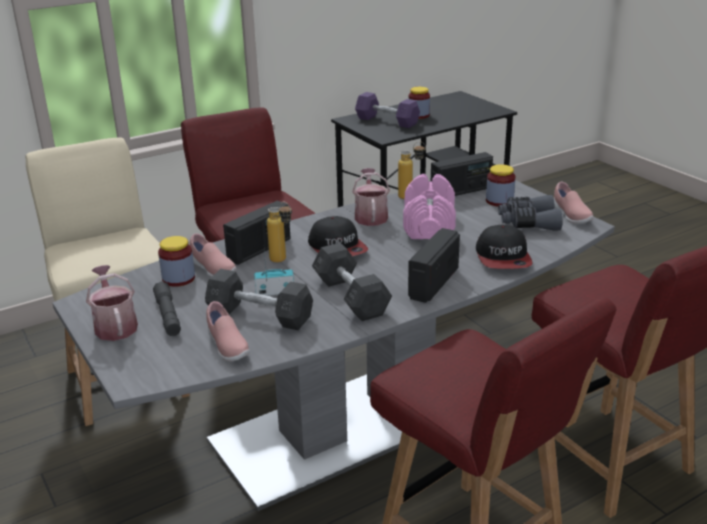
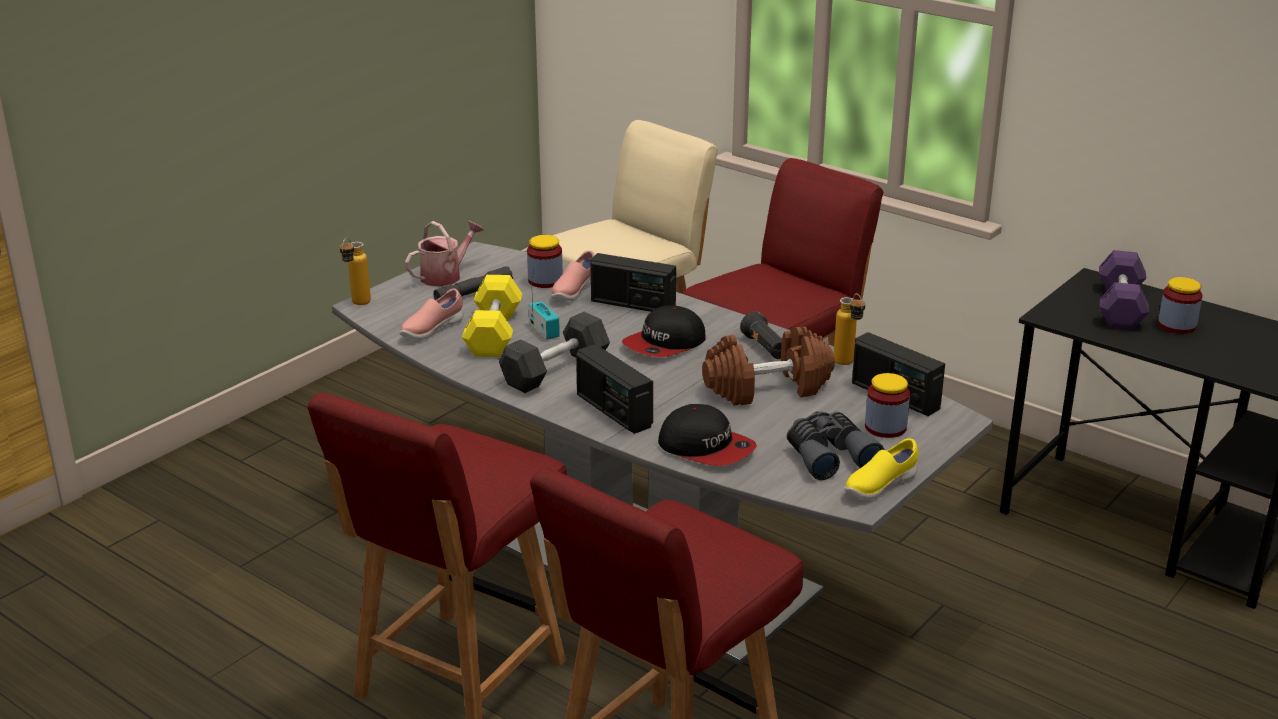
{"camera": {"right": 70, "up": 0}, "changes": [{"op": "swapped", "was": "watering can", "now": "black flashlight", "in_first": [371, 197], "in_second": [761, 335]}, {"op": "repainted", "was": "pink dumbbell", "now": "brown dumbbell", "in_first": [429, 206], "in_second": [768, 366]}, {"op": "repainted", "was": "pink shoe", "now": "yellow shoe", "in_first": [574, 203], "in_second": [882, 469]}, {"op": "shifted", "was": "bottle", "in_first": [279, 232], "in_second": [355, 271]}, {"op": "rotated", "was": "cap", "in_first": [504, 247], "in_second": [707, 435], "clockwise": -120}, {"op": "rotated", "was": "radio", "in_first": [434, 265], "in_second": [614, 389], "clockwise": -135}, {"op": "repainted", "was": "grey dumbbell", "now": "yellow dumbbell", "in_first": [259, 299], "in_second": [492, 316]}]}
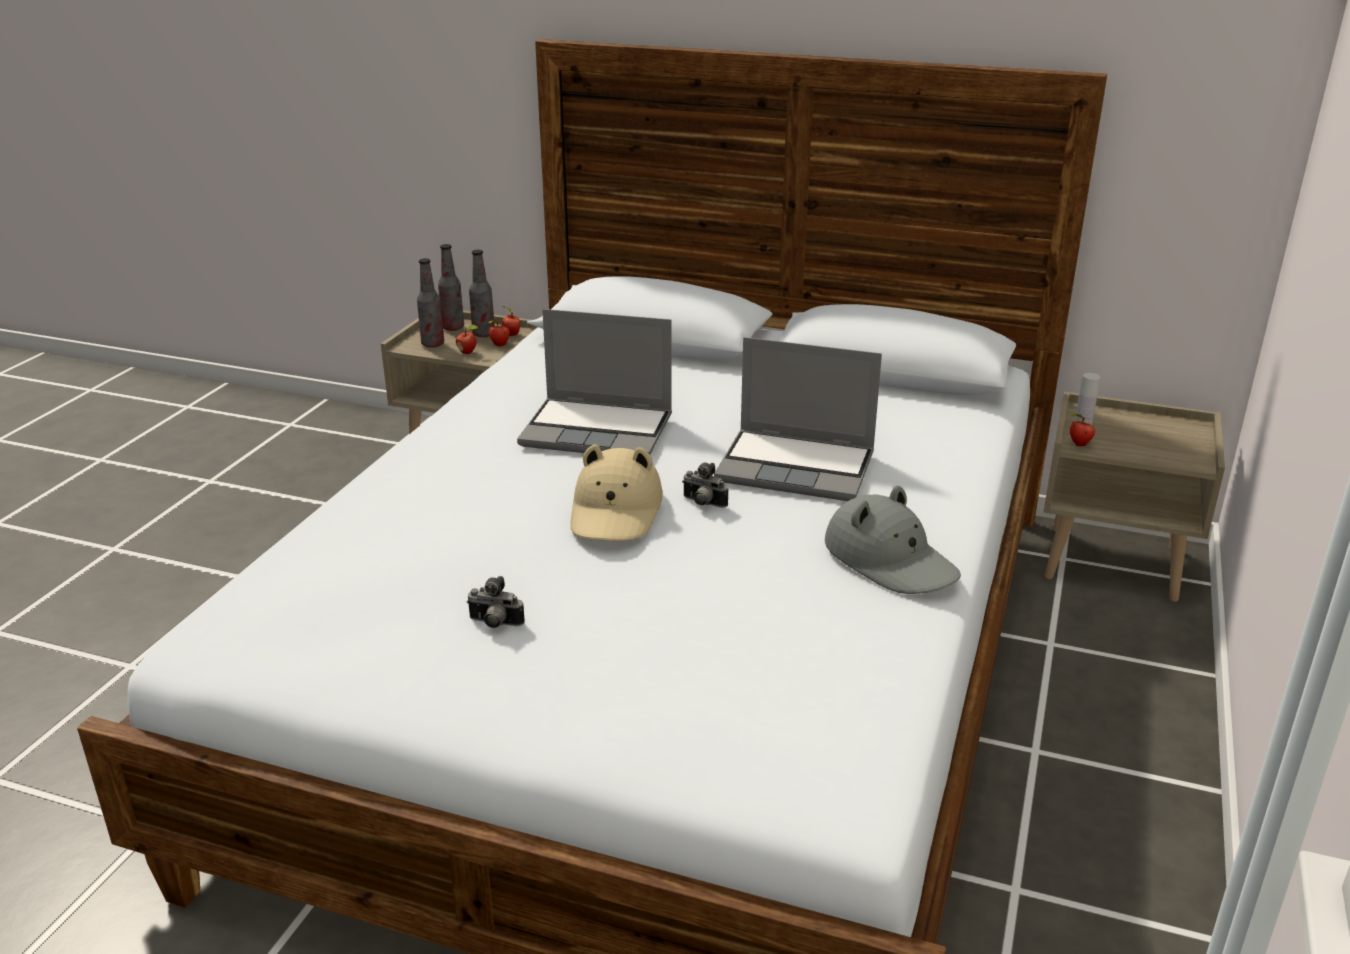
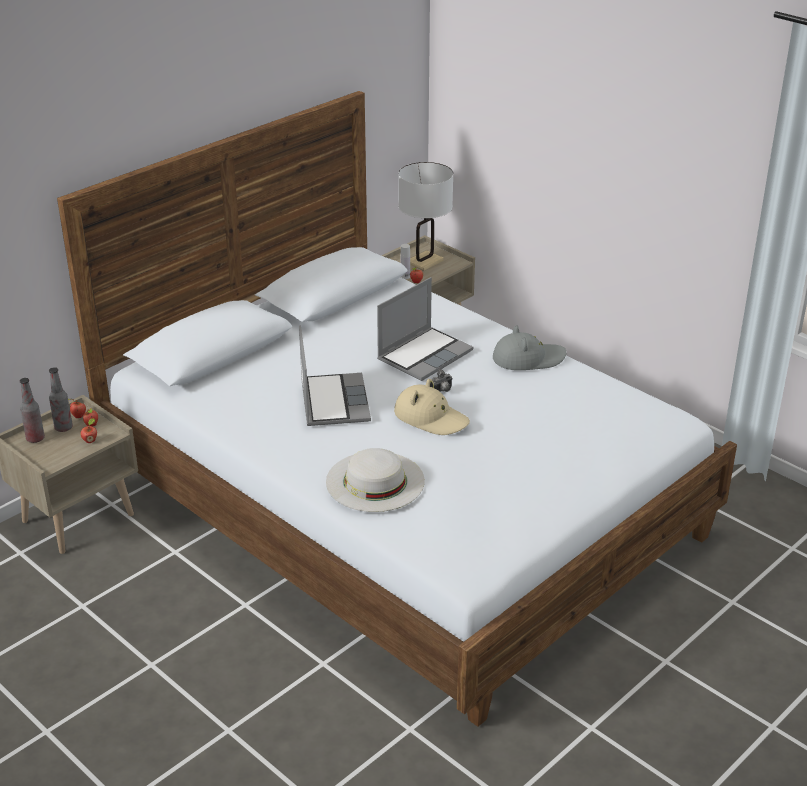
{"camera": {"right": -65, "up": 5}, "changes": [{"op": "gone", "was": "bottle", "in_first": [430, 303]}, {"op": "rotated", "was": "laptop", "in_first": [594, 381], "in_second": [335, 375], "clockwise": -45}, {"op": "gone", "was": "photo camera", "in_first": [496, 602]}, {"op": "new", "now": "white table lamp", "in_second": [426, 216]}, {"op": "new", "now": "white hat", "in_second": [375, 480]}]}
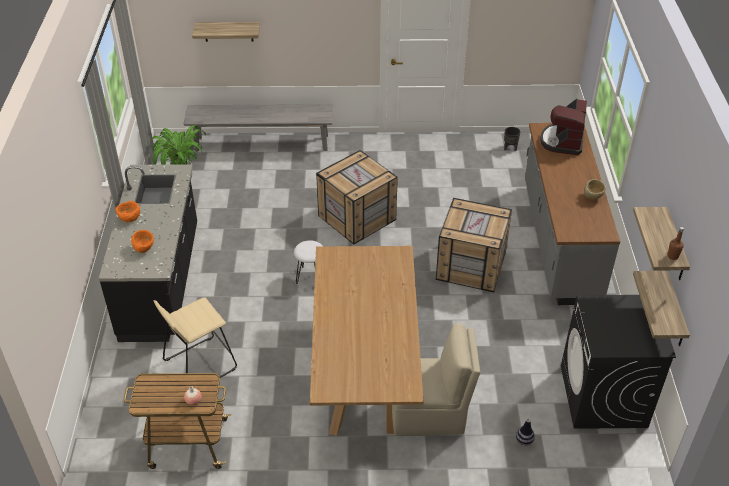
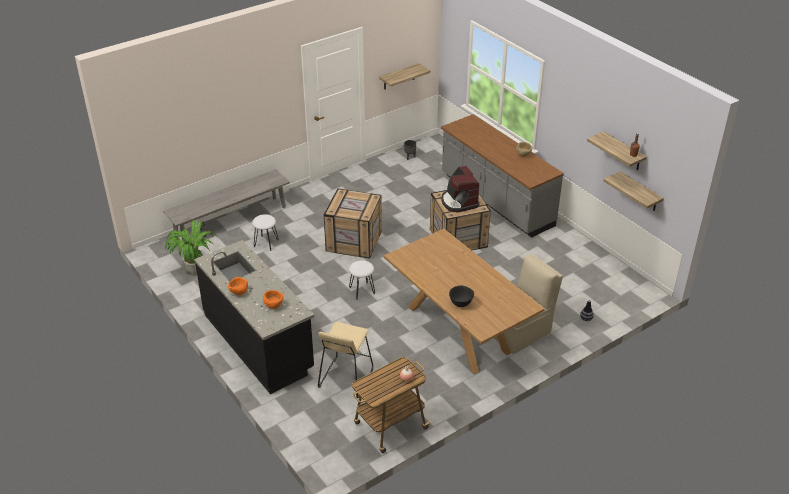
{"camera": {"right": -35, "up": -5}, "changes": [{"op": "shifted", "was": "shelf", "in_first": [226, 32], "in_second": [405, 76]}, {"op": "shifted", "was": "coffee machine", "in_first": [563, 127], "in_second": [460, 189]}, {"op": "gone", "was": "black washing machine", "in_first": [618, 362]}, {"op": "new", "now": "white stool", "in_second": [265, 232]}, {"op": "new", "now": "black bowl", "in_second": [461, 296]}]}
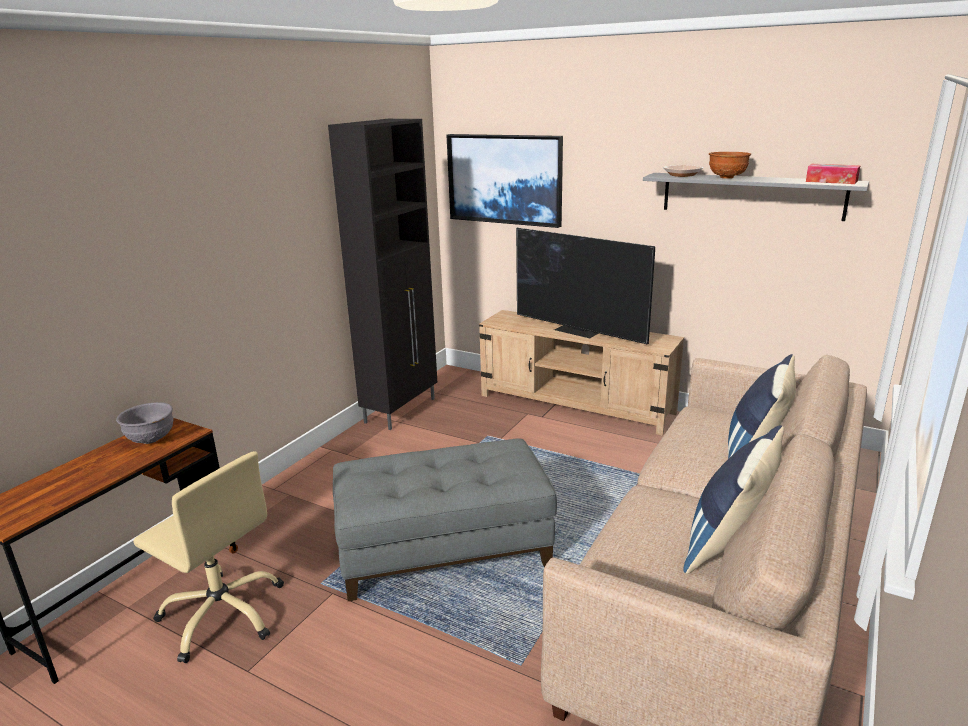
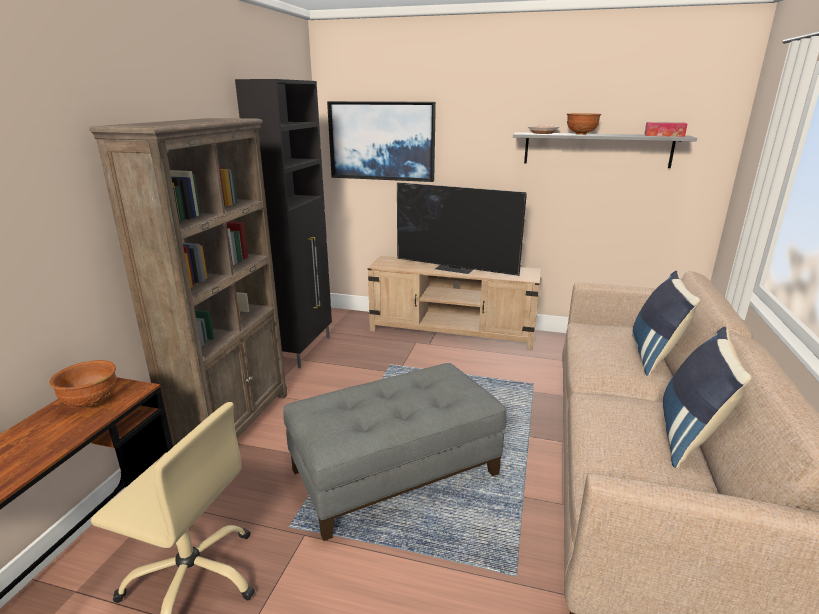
{"camera": {"right": -15, "up": 0}, "changes": [{"op": "repainted", "was": "grey bowl", "now": "brown bowl", "in_first": [144, 423], "in_second": [83, 384]}, {"op": "new", "now": "brown bookcase", "in_second": [188, 282]}]}
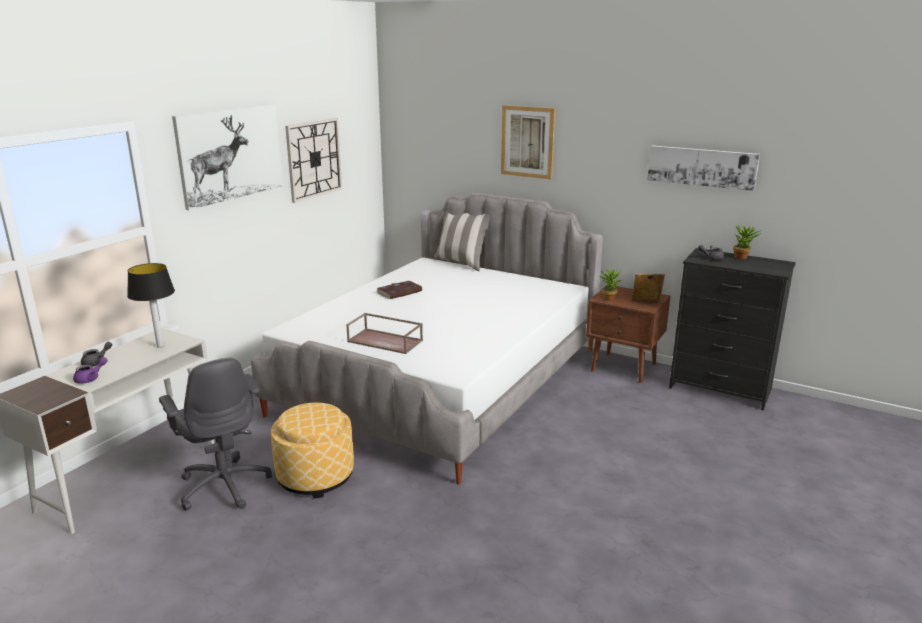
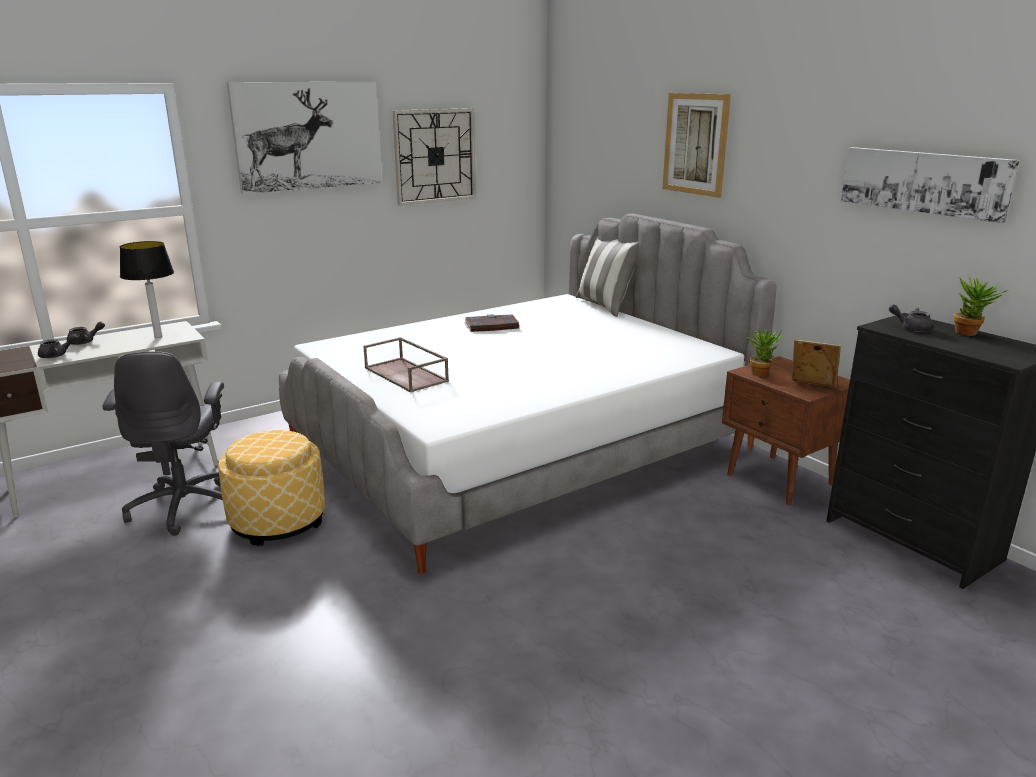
{"camera": {"right": 25, "up": 0}, "changes": [{"op": "repainted", "was": "purple teapot", "now": "grey teapot", "in_first": [90, 370], "in_second": [58, 346]}]}
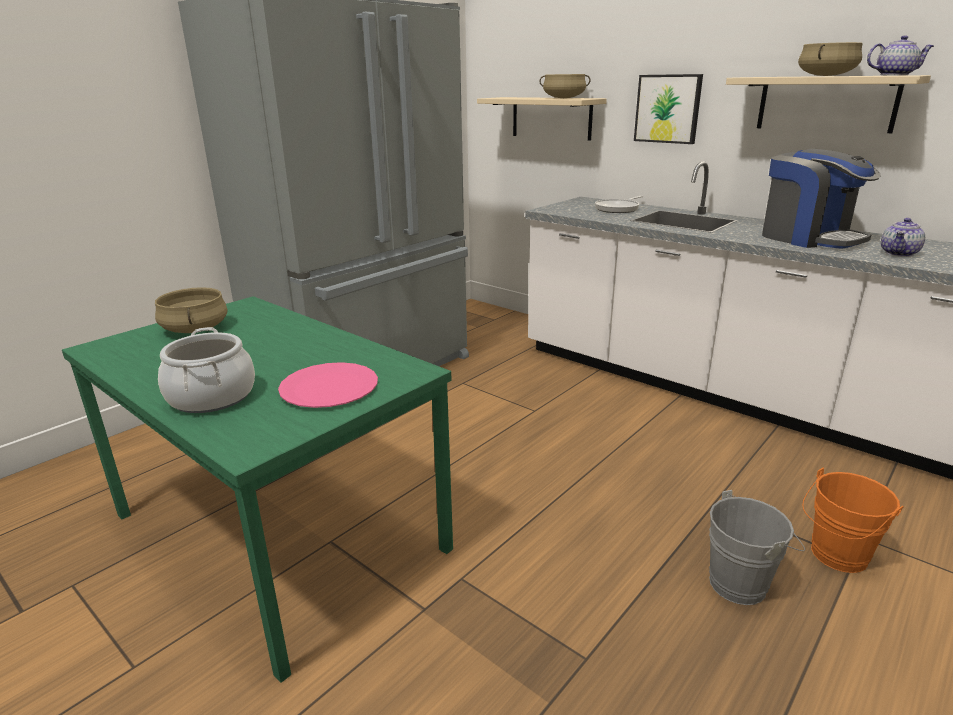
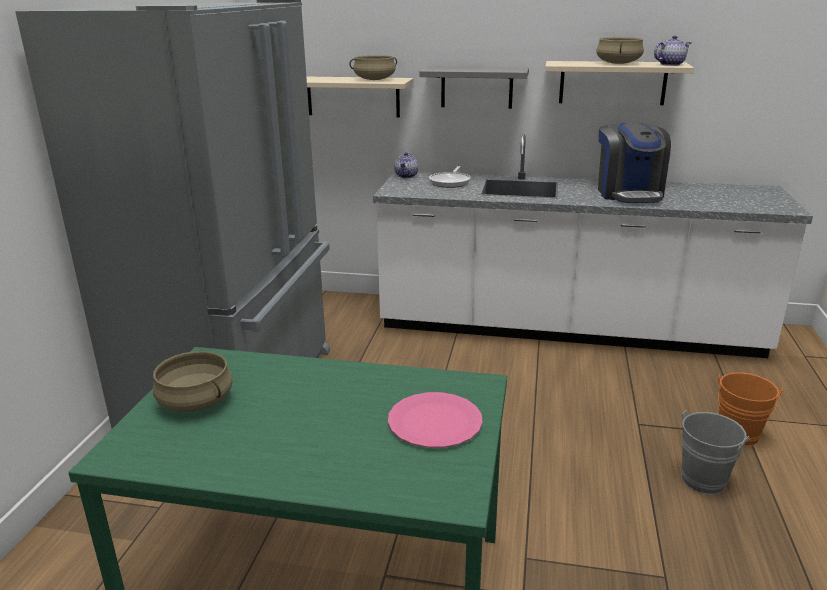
{"camera": {"right": -30, "up": 0}, "changes": [{"op": "swapped", "was": "picture", "now": "grey shelf", "in_first": [668, 109], "in_second": [474, 87]}, {"op": "rotated", "was": "coffee machine", "in_first": [821, 199], "in_second": [634, 162], "clockwise": 60}, {"op": "shifted", "was": "teapot", "in_first": [903, 237], "in_second": [406, 165]}, {"op": "gone", "was": "cooking pot", "in_first": [206, 370]}]}
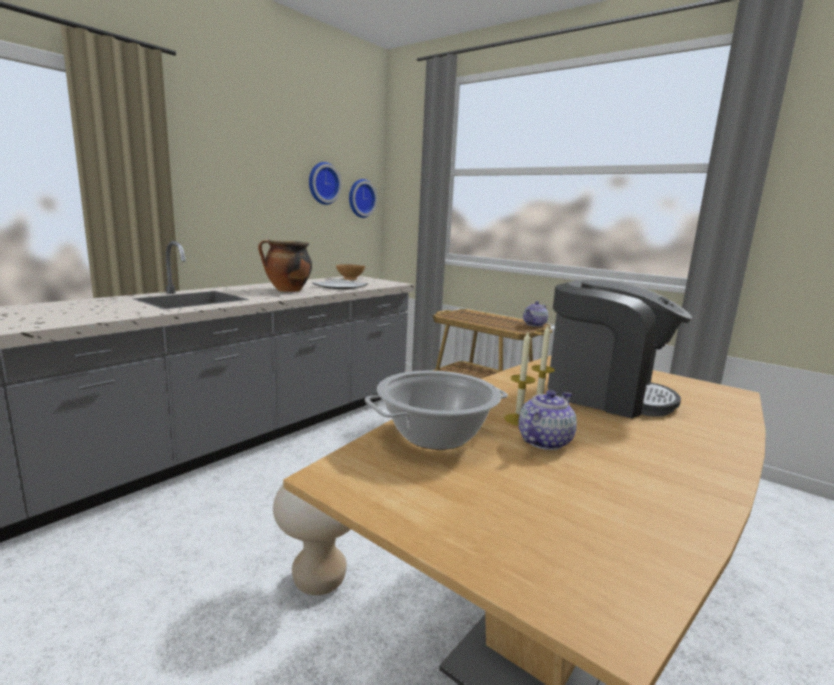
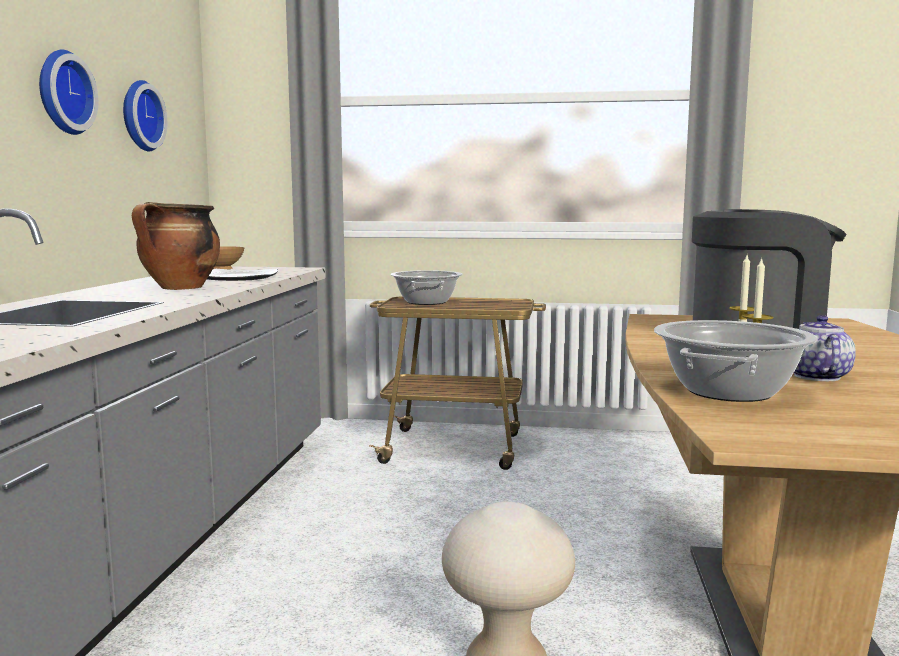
{"camera": {"right": -30, "up": -5}, "changes": [{"op": "shifted", "was": "wall clock", "in_first": [363, 198], "in_second": [68, 92]}, {"op": "gone", "was": "teapot", "in_first": [535, 314]}, {"op": "new", "now": "cooking pot", "in_second": [426, 287]}]}
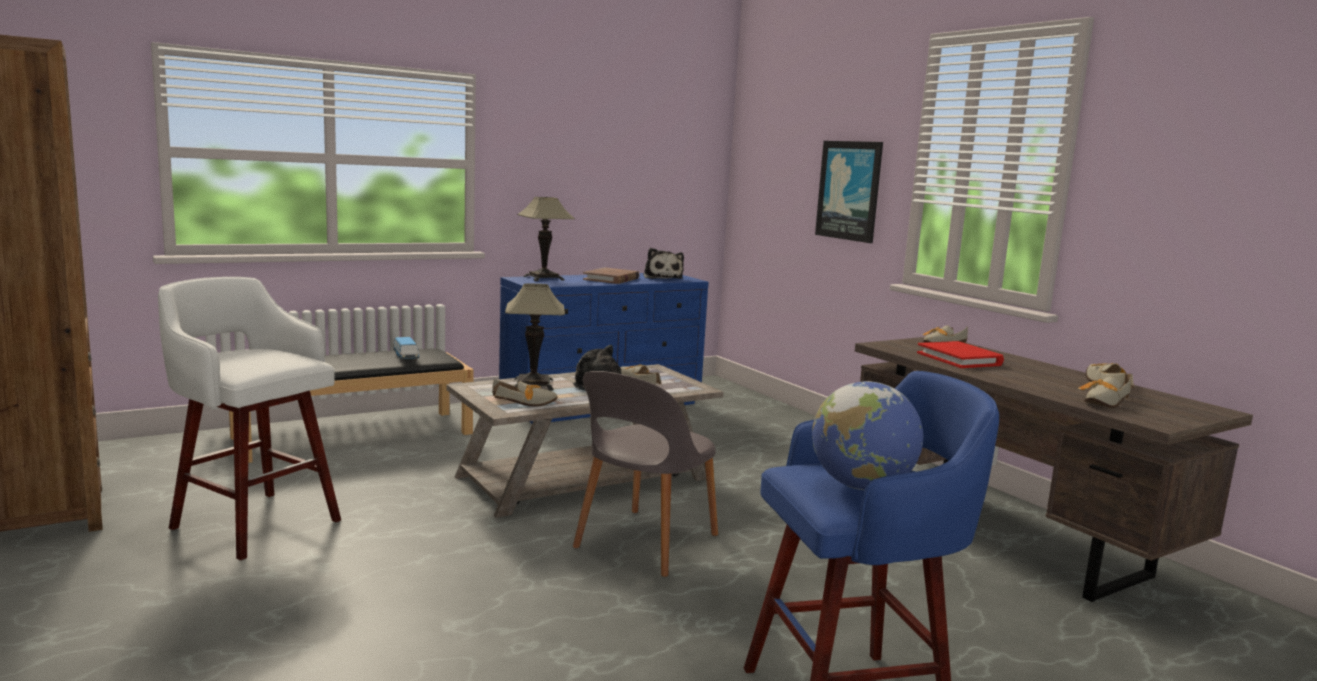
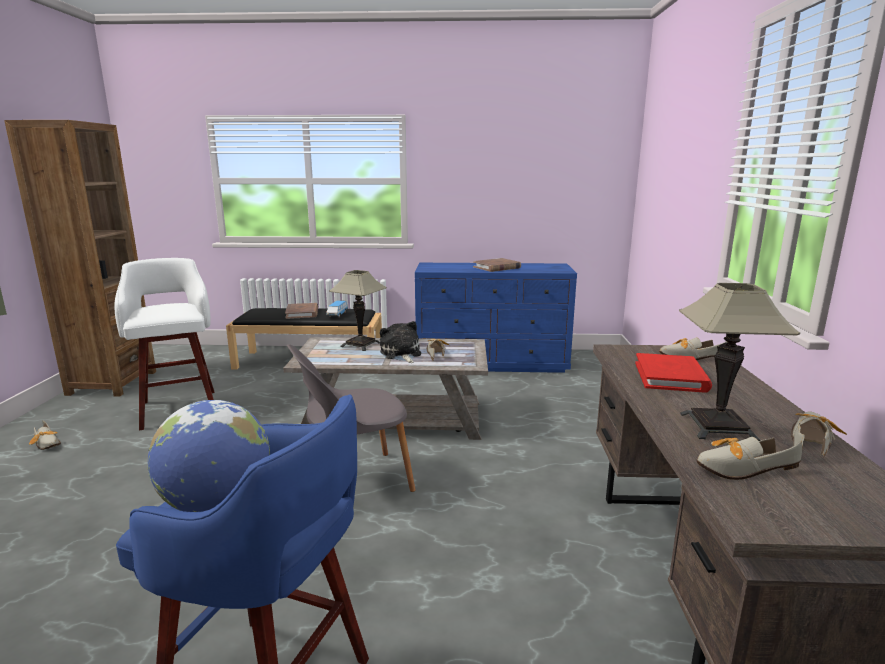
{"camera": {"right": 35, "up": 5}, "changes": [{"op": "gone", "was": "picture", "in_first": [849, 192]}, {"op": "shifted", "was": "table lamp", "in_first": [546, 239], "in_second": [739, 362]}, {"op": "gone", "was": "plush toy", "in_first": [663, 263]}, {"op": "shifted", "was": "shoe", "in_first": [525, 393], "in_second": [45, 435]}, {"op": "new", "now": "brown book", "in_second": [301, 311]}]}
